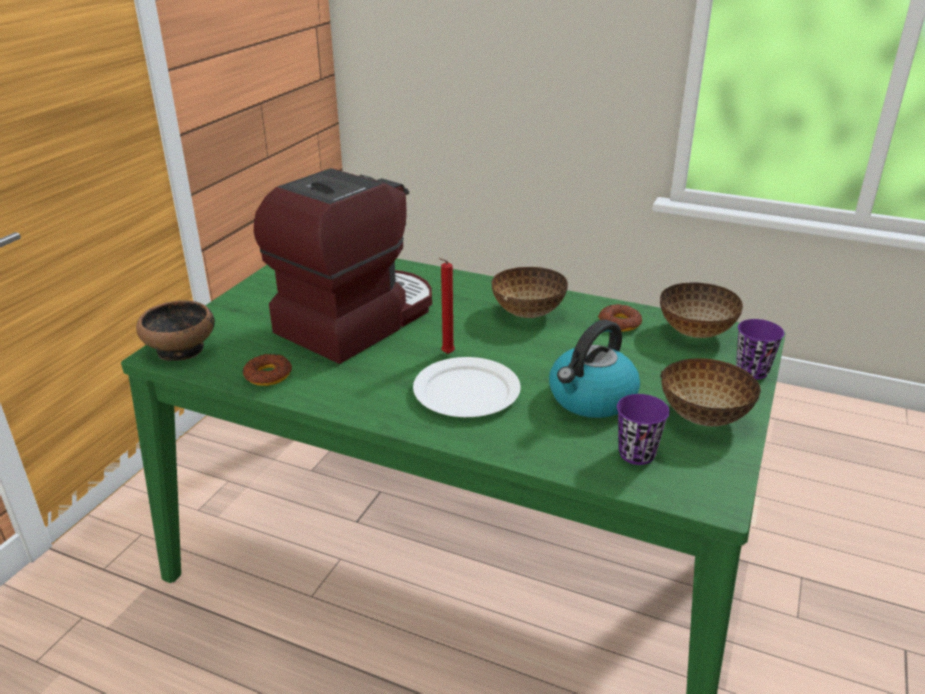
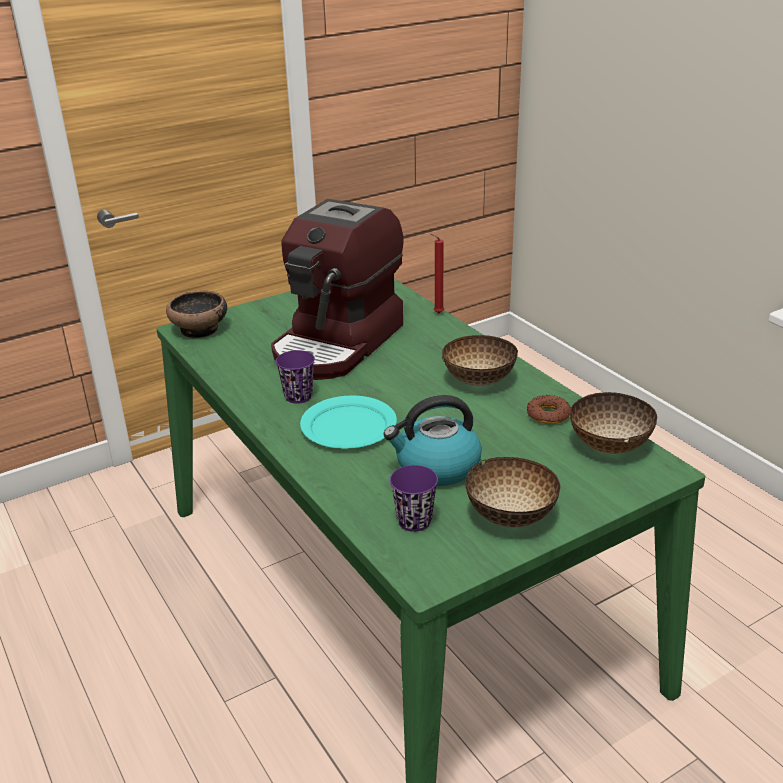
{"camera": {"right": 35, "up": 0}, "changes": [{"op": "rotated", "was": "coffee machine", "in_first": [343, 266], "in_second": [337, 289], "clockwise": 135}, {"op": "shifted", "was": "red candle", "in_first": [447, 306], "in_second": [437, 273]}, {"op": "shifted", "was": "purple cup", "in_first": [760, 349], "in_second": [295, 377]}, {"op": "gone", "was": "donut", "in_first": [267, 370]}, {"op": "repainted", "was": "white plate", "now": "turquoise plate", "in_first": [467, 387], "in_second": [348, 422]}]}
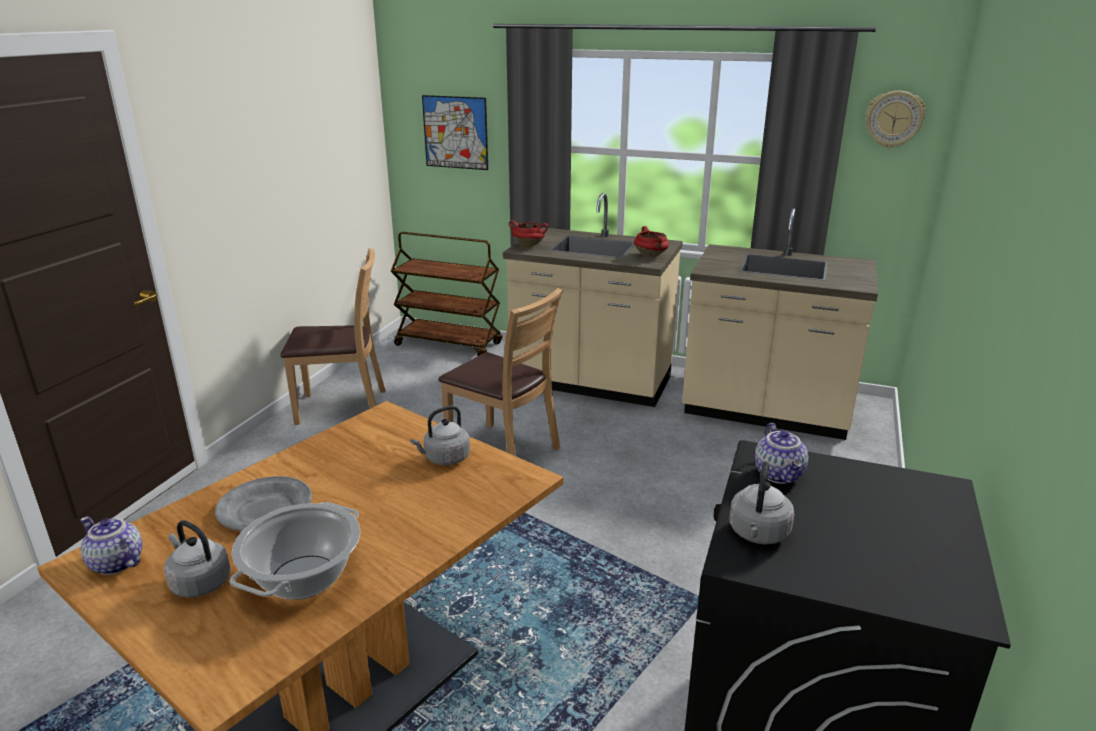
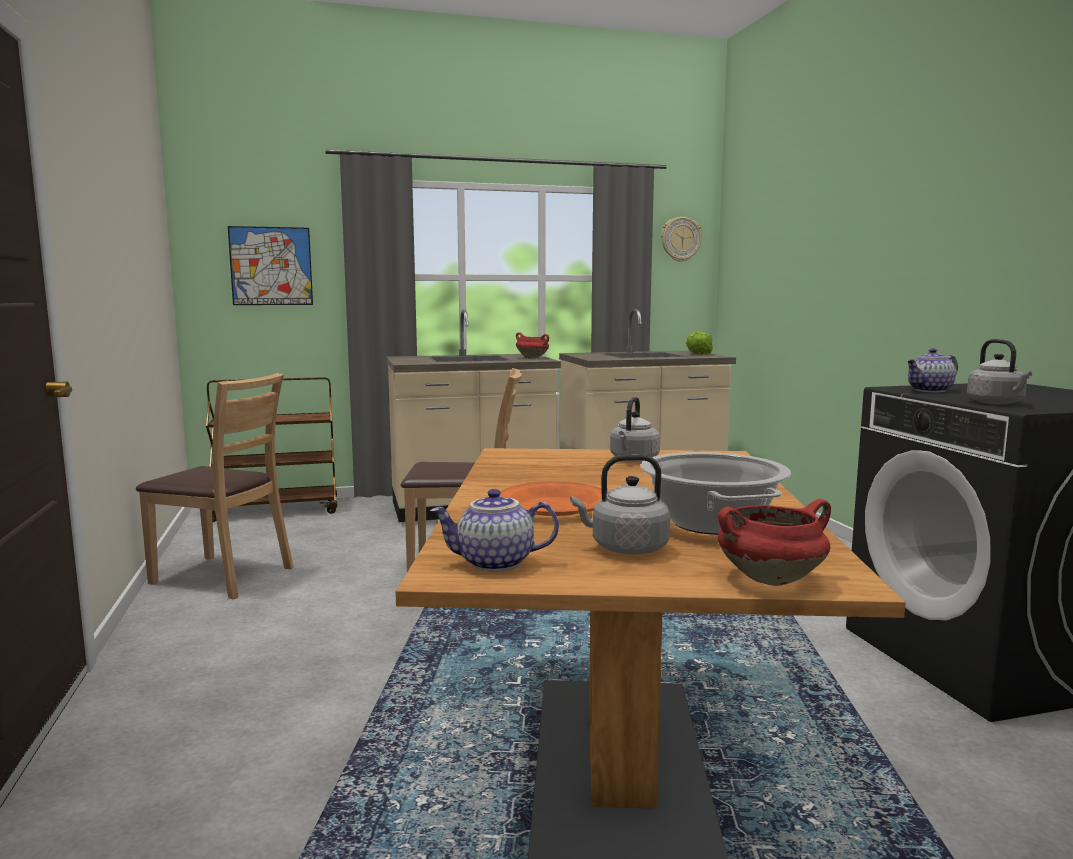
{"camera": {"right": -35, "up": -15}, "changes": [{"op": "shifted", "was": "red cooking pot", "in_first": [528, 233], "in_second": [774, 542]}, {"op": "rotated", "was": "brown chair", "in_first": [333, 336], "in_second": [215, 486], "clockwise": 60}, {"op": "rotated", "was": "teapot", "in_first": [781, 453], "in_second": [932, 370], "clockwise": 105}, {"op": "repainted", "was": "grey plate", "now": "orange plate", "in_first": [263, 503], "in_second": [553, 499]}, {"op": "new", "now": "lettuce", "in_second": [699, 342]}]}
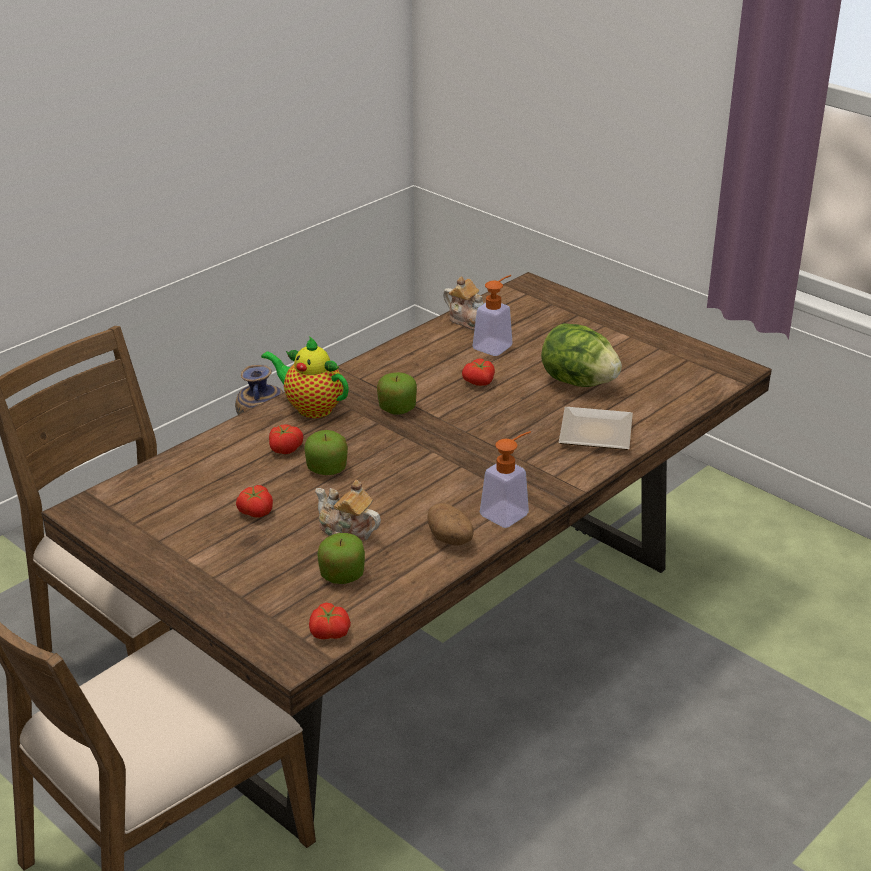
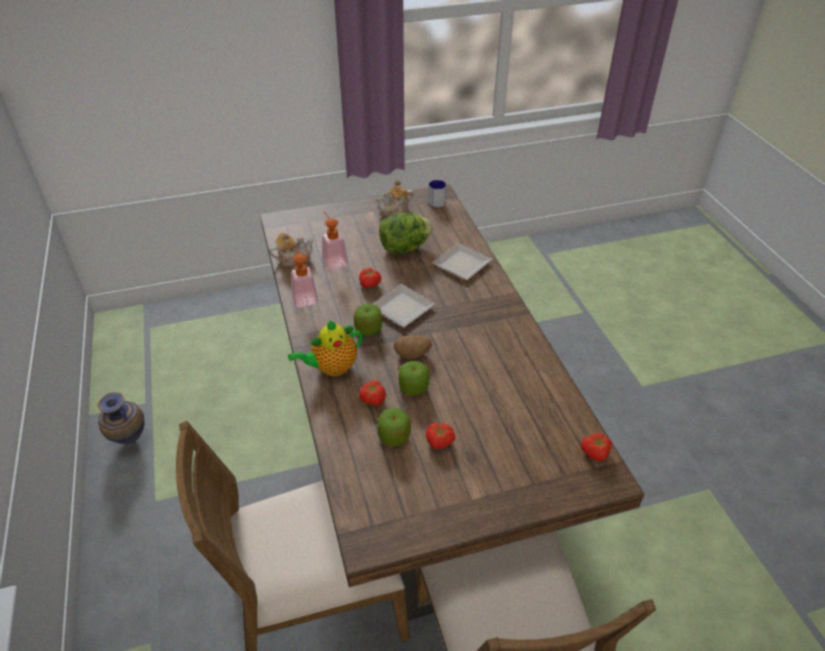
{"camera": {"right": -60, "up": 10}, "changes": [{"op": "shifted", "was": "soap dispenser", "in_first": [505, 479], "in_second": [304, 277]}, {"op": "shifted", "was": "teapot", "in_first": [348, 511], "in_second": [395, 198]}, {"op": "shifted", "was": "potato", "in_first": [450, 524], "in_second": [413, 347]}, {"op": "shifted", "was": "apple", "in_first": [341, 558], "in_second": [394, 427]}, {"op": "new", "now": "mug", "in_second": [437, 193]}, {"op": "new", "now": "plate", "in_second": [404, 306]}]}
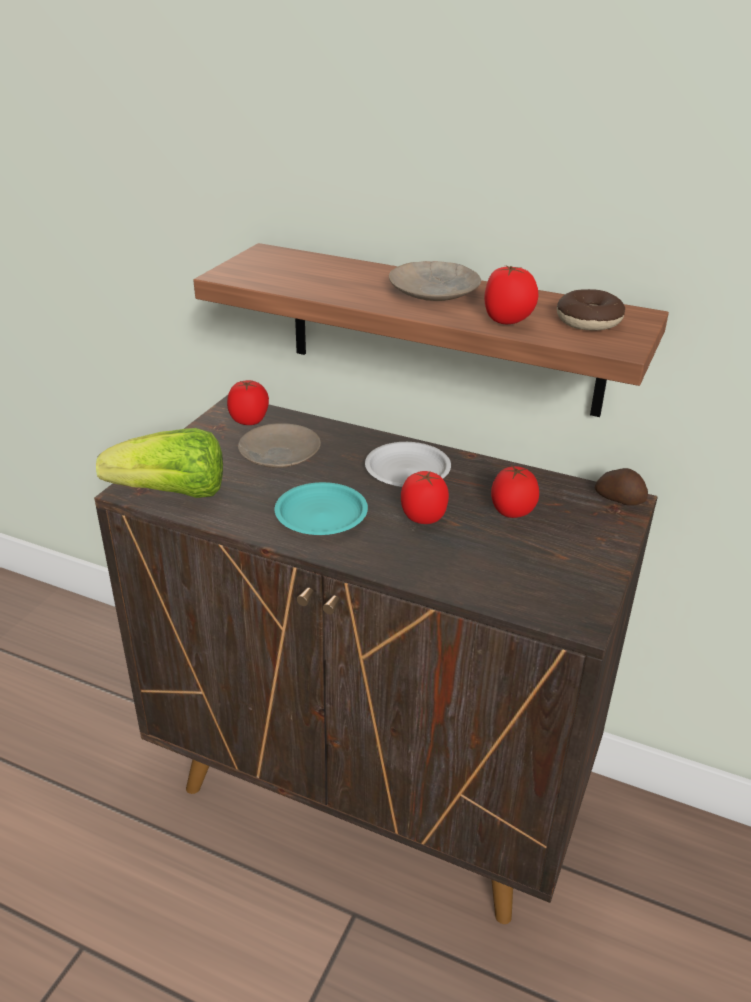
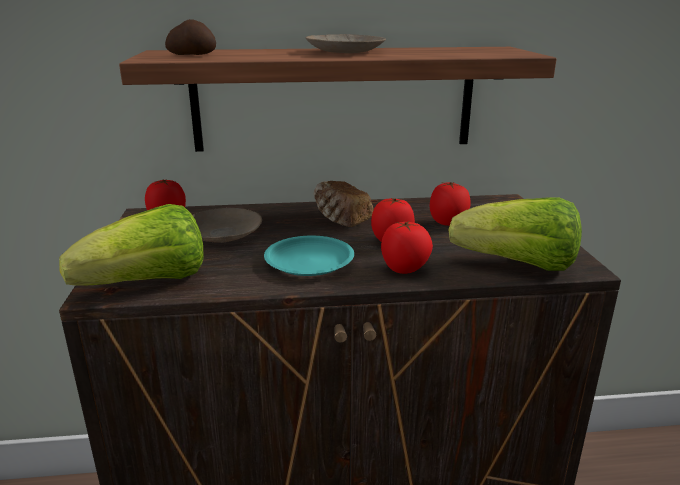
{"camera": {"right": -30, "up": -10}, "changes": [{"op": "shifted", "was": "tomato", "in_first": [511, 294], "in_second": [407, 247]}, {"op": "gone", "was": "donut", "in_first": [591, 310]}, {"op": "swapped", "was": "white plate", "now": "bread", "in_first": [408, 464], "in_second": [344, 204]}, {"op": "shifted", "was": "potato", "in_first": [621, 487], "in_second": [190, 37]}, {"op": "new", "now": "lettuce", "in_second": [515, 234]}]}
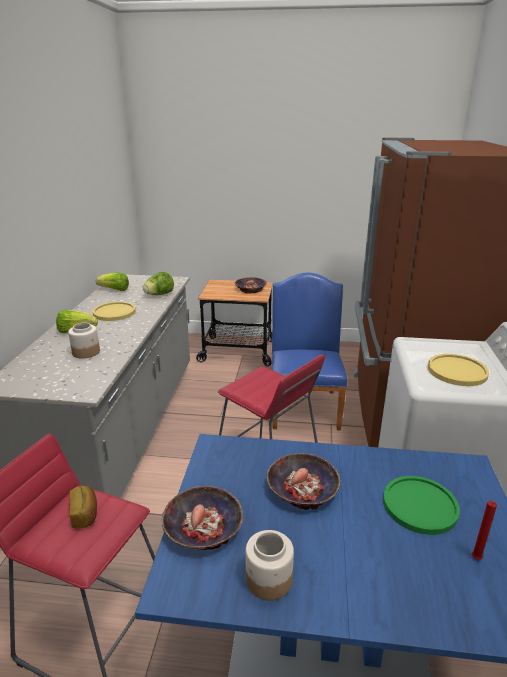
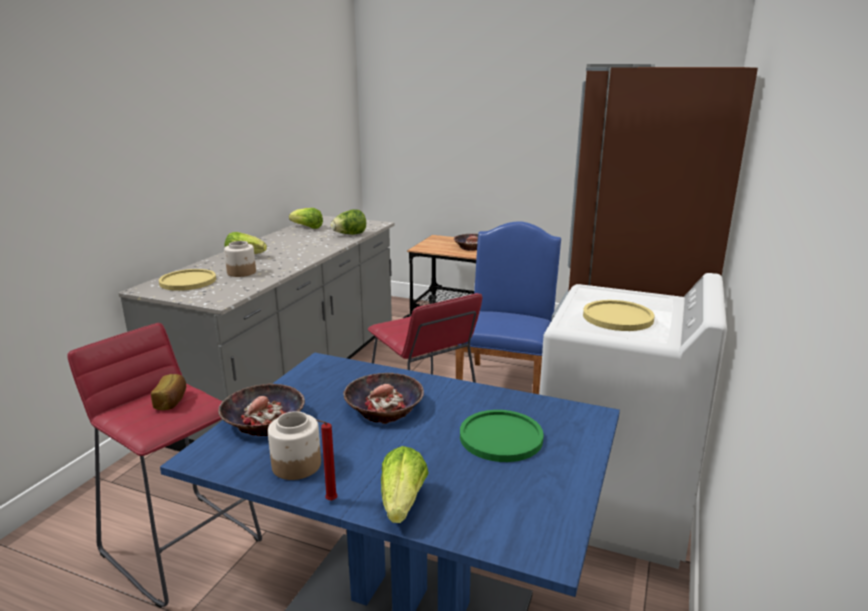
{"camera": {"right": 15, "up": -5}, "changes": [{"op": "shifted", "was": "yellow plate", "in_first": [114, 311], "in_second": [187, 280]}, {"op": "shifted", "was": "red candle", "in_first": [484, 530], "in_second": [326, 460]}, {"op": "new", "now": "lettuce", "in_second": [405, 484]}]}
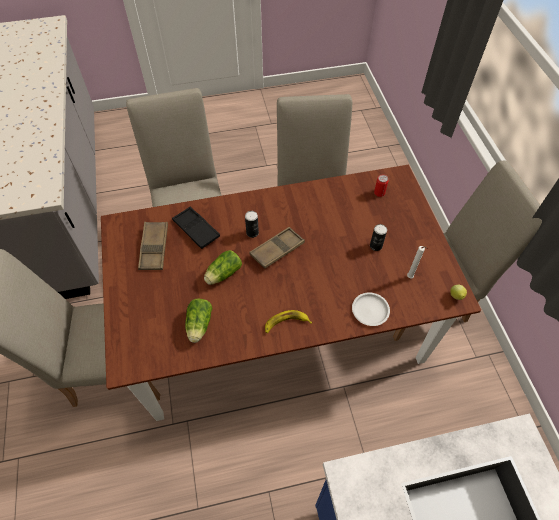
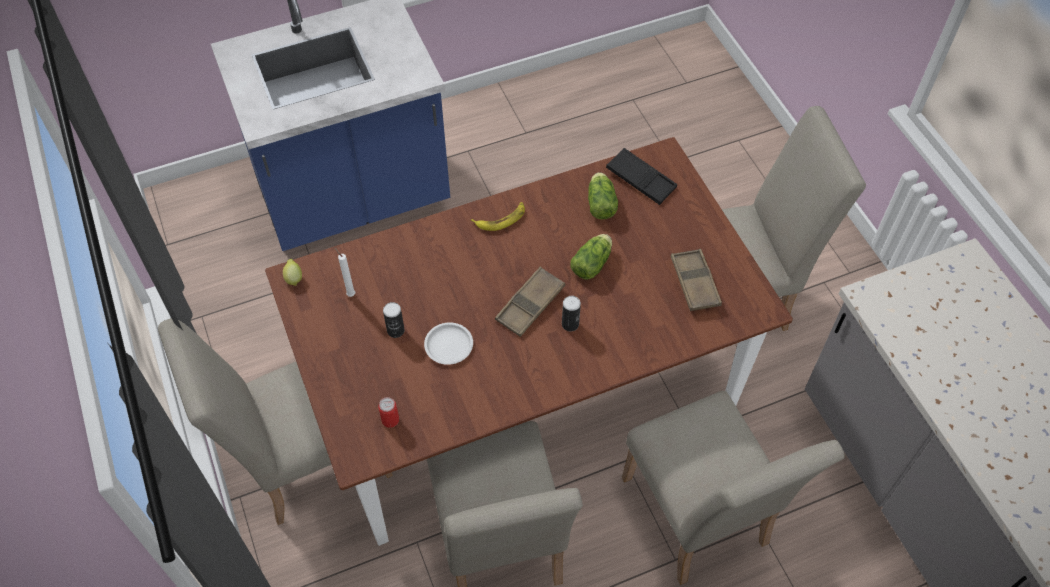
{"camera": {"right": 170, "up": 0}, "changes": [{"op": "shifted", "was": "black tray", "in_first": [196, 228], "in_second": [641, 176]}, {"op": "shifted", "was": "white plate", "in_first": [371, 309], "in_second": [448, 343]}]}
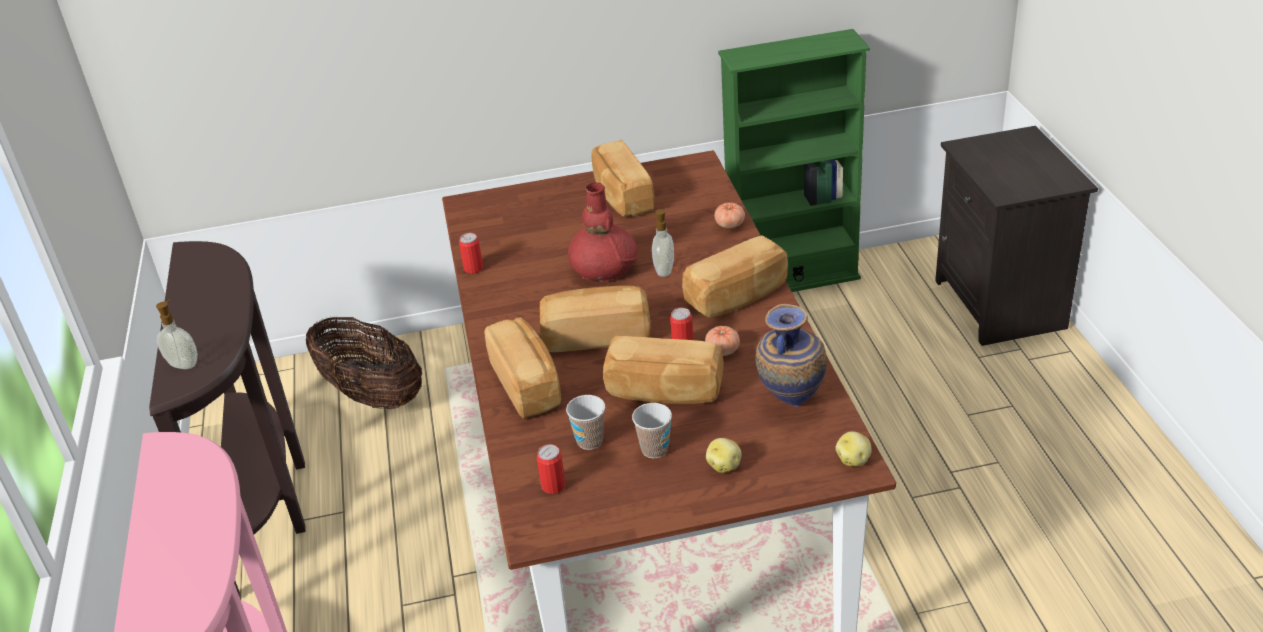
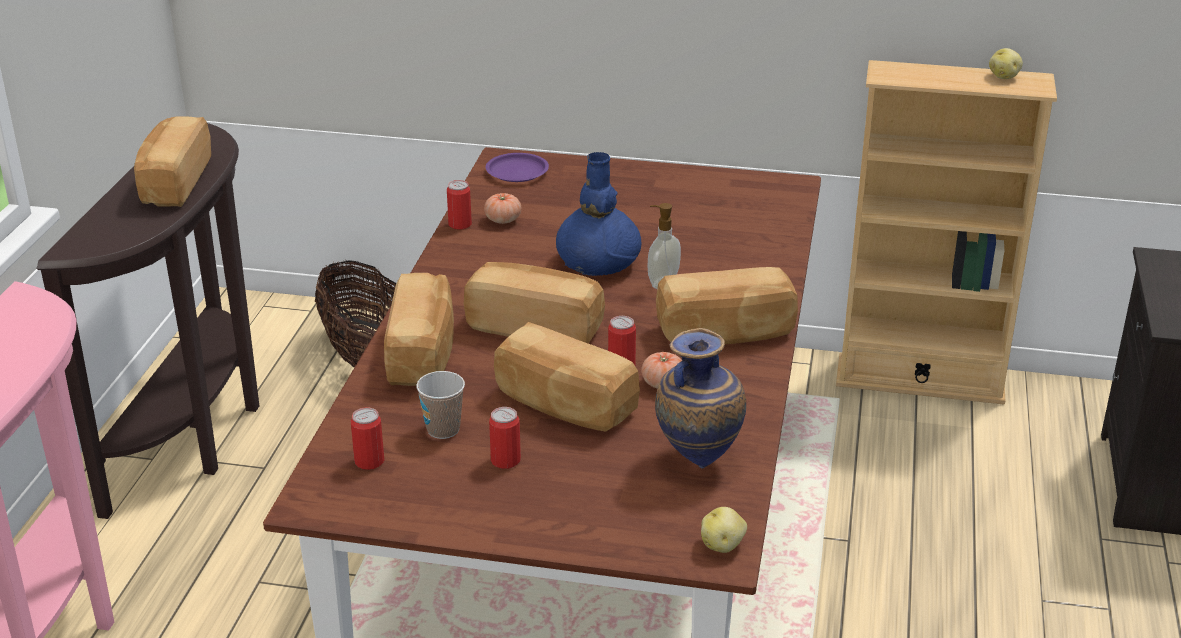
{"camera": {"right": 20, "up": -5}, "changes": [{"op": "repainted", "was": "green bookcase", "now": "beige bookcase", "in_first": [794, 160], "in_second": [946, 232]}, {"op": "shifted", "was": "bread", "in_first": [622, 178], "in_second": [172, 161]}, {"op": "repainted", "was": "red vase", "now": "blue vase", "in_first": [602, 232], "in_second": [598, 214]}, {"op": "shifted", "was": "tomato", "in_first": [729, 215], "in_second": [502, 208]}, {"op": "gone", "was": "soap dispenser", "in_first": [177, 334]}, {"op": "swapped", "was": "cup", "now": "can", "in_first": [652, 430], "in_second": [505, 438]}, {"op": "shifted", "was": "potato", "in_first": [724, 455], "in_second": [1006, 63]}, {"op": "new", "now": "purple plate", "in_second": [517, 167]}]}
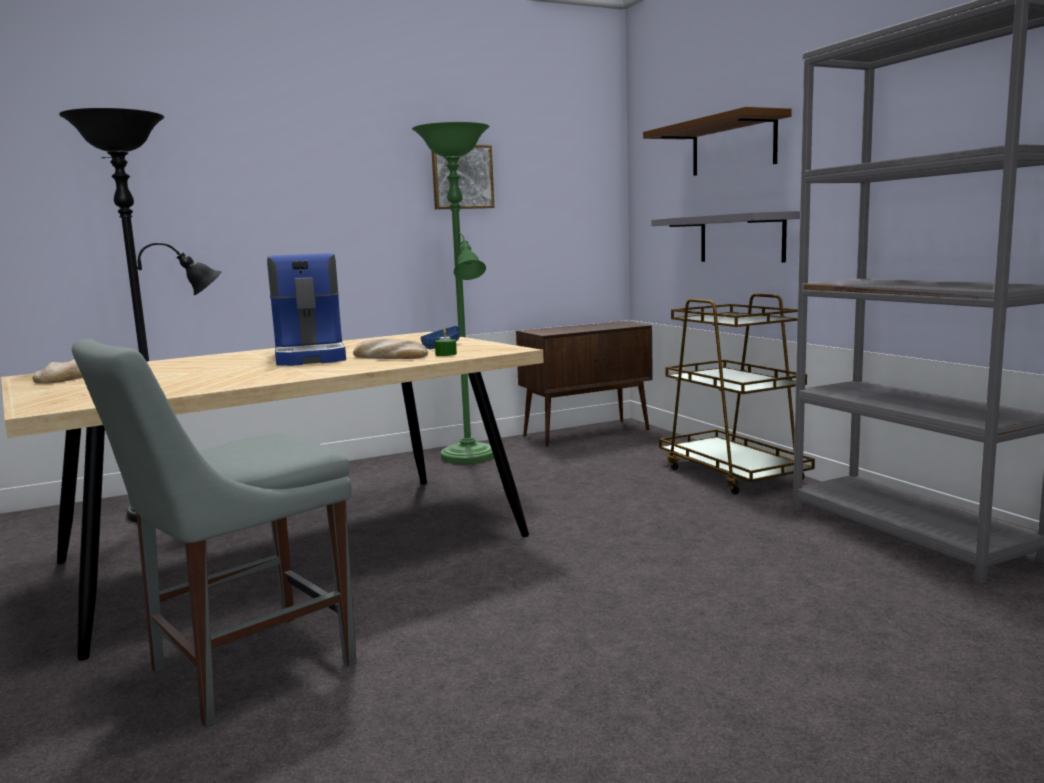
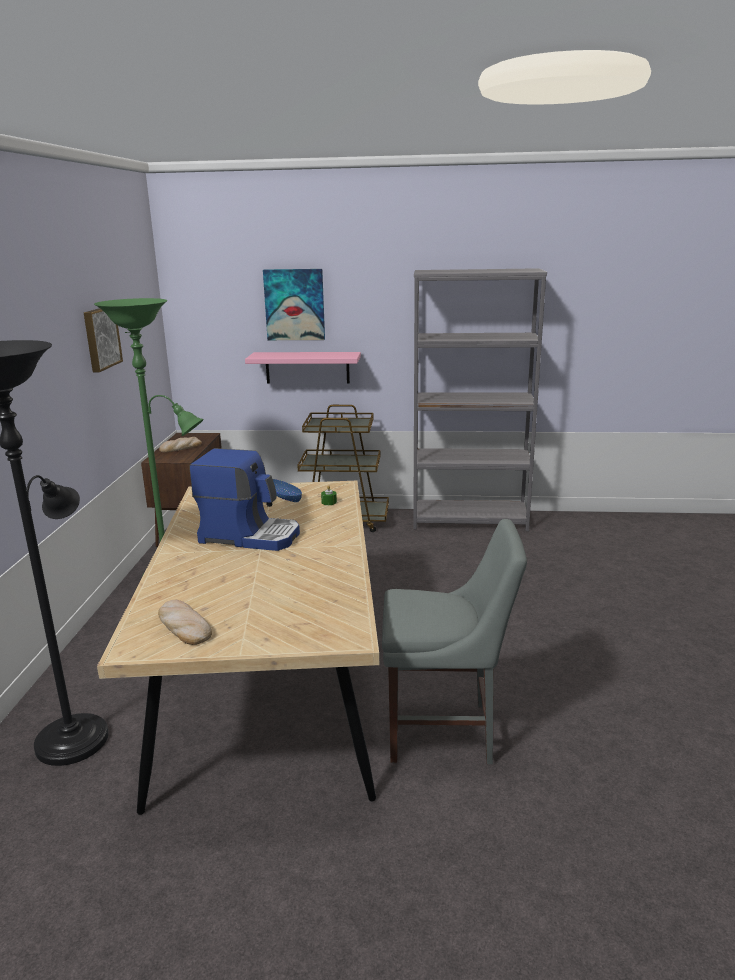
{"camera": {"right": -60, "up": 10}, "changes": [{"op": "swapped", "was": "brown shelf", "now": "picture", "in_first": [717, 141], "in_second": [294, 304]}, {"op": "repainted", "was": "grey shelf", "now": "pink shelf", "in_first": [725, 237], "in_second": [303, 368]}, {"op": "shifted", "was": "bread", "in_first": [390, 348], "in_second": [180, 444]}, {"op": "rotated", "was": "grey chair", "in_first": [214, 533], "in_second": [454, 641], "clockwise": -75}]}
